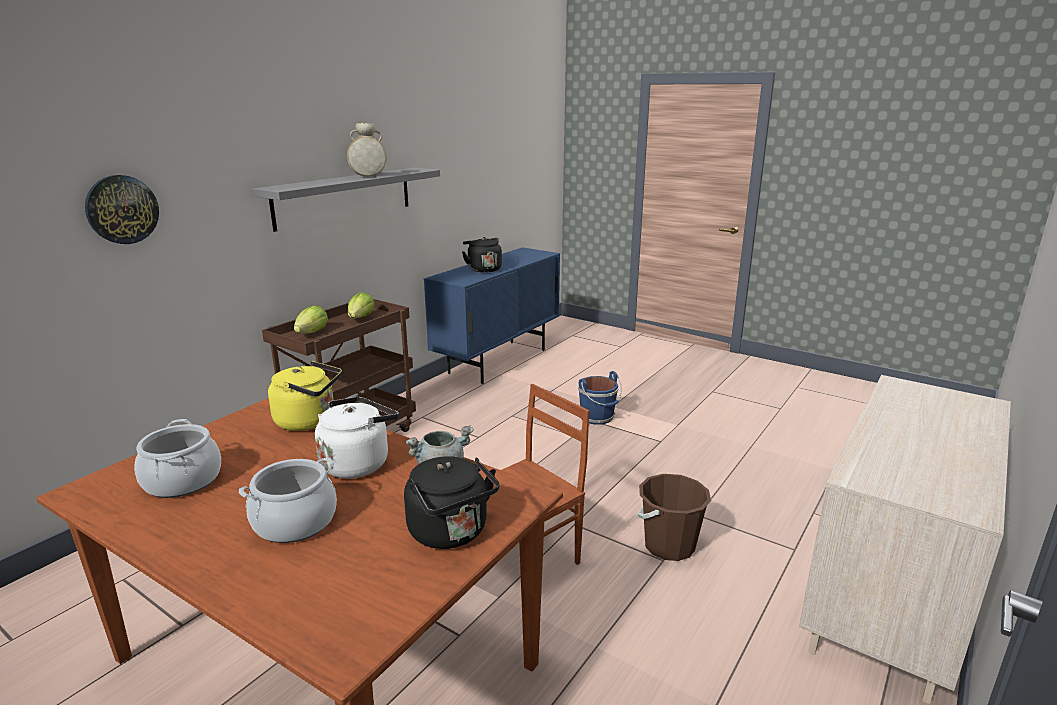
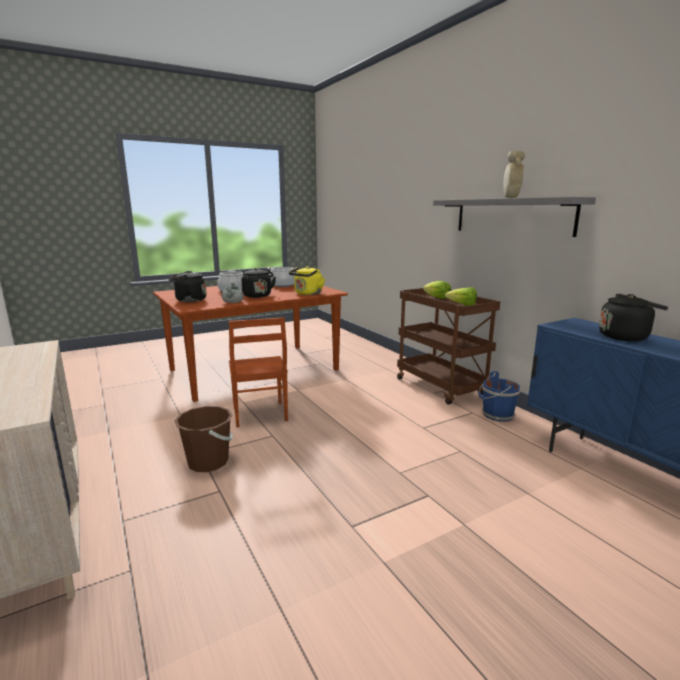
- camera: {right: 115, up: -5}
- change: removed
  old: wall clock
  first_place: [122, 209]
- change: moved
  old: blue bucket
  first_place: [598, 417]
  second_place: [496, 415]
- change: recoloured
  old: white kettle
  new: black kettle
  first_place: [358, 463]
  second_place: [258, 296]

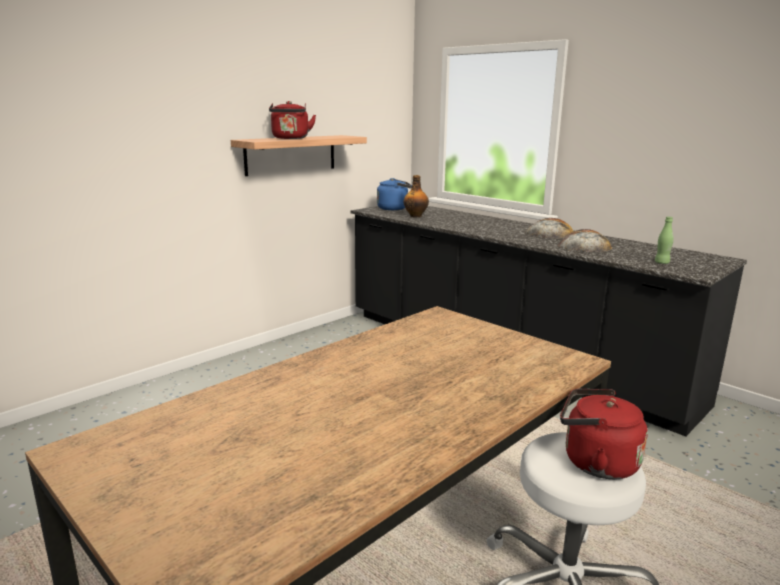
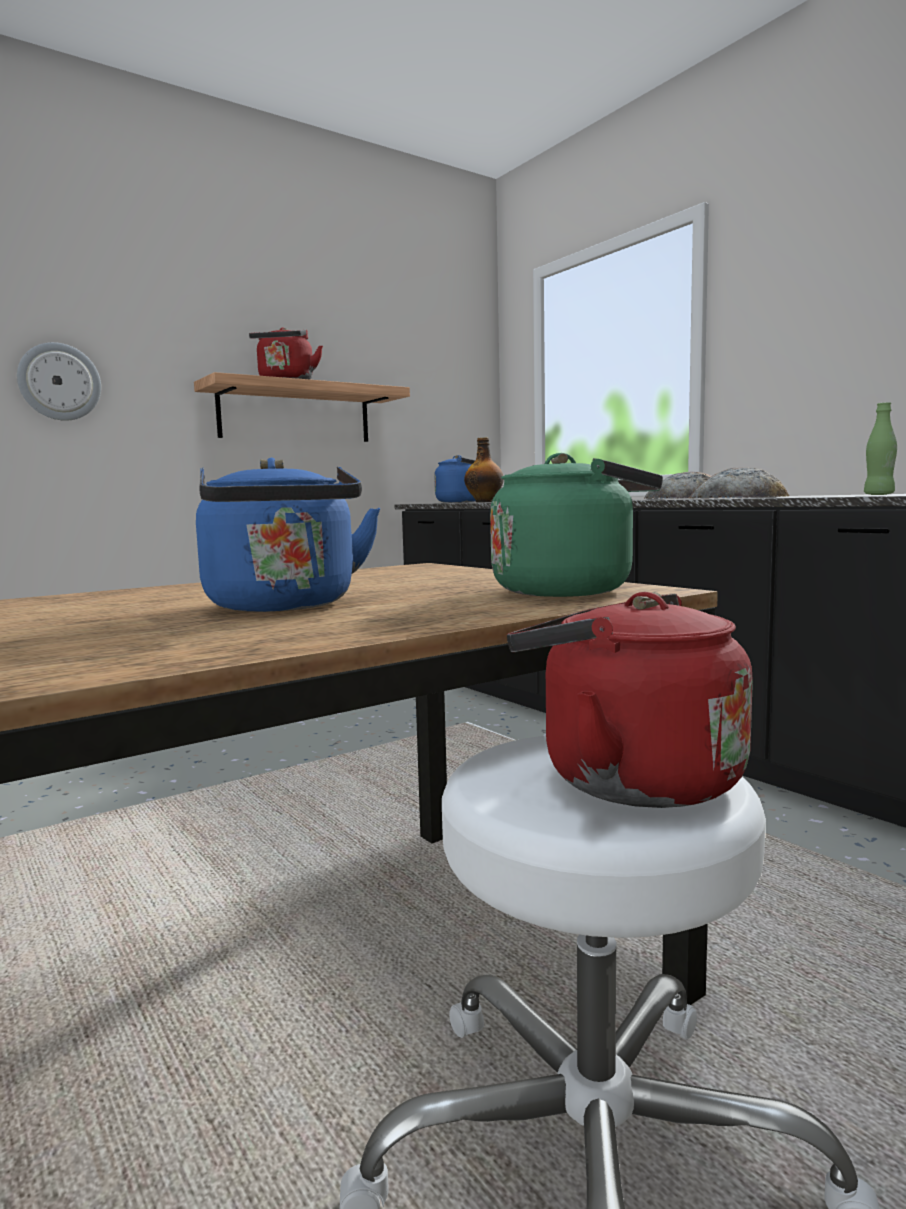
- camera: {right: 10, up: -10}
- change: added
  new: wall clock
  second_place: [59, 382]
- change: added
  new: green kettle
  second_place: [569, 590]
- change: added
  new: blue kettle
  second_place: [284, 607]

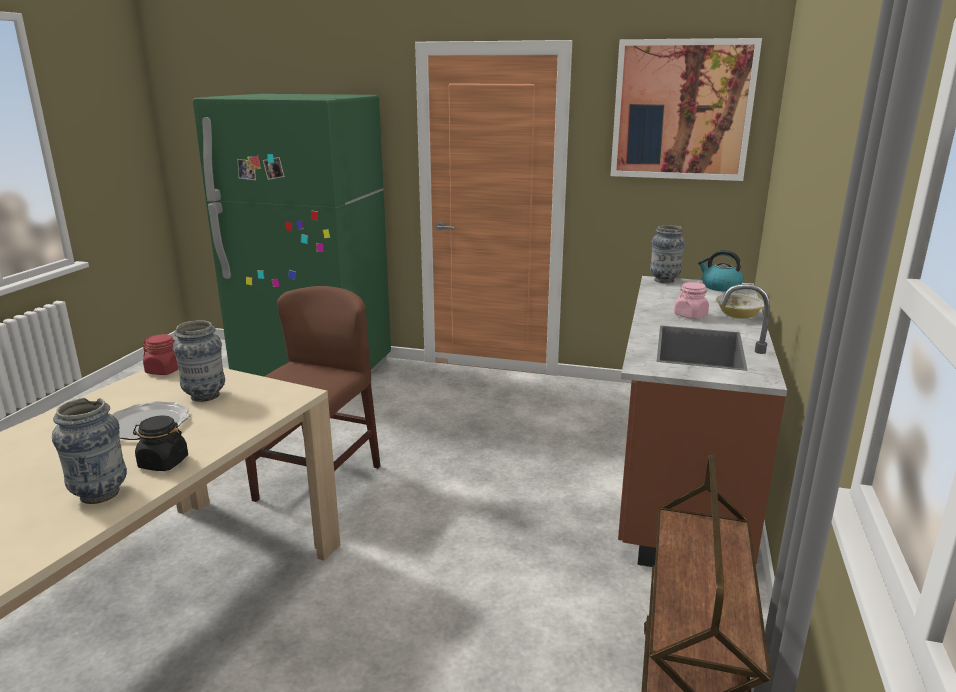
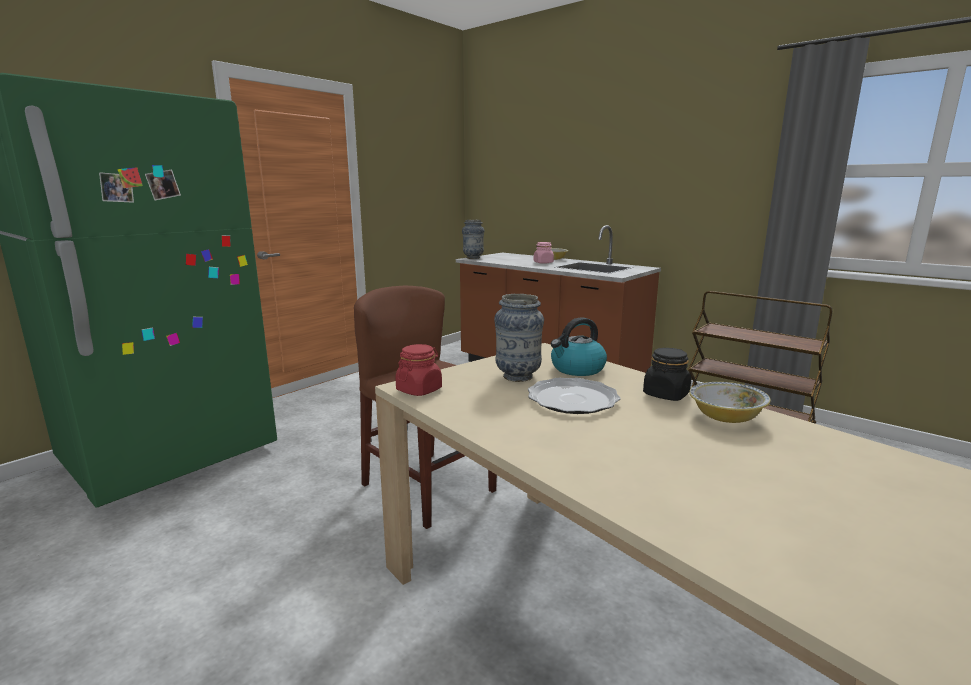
- camera: {right: -65, up: -5}
- change: removed
  old: picture
  first_place: [682, 110]
- change: moved
  old: kettle
  first_place: [720, 287]
  second_place: [577, 369]
- change: replaced
  old: vase
  new: bowl
  first_place: [100, 494]
  second_place: [725, 417]

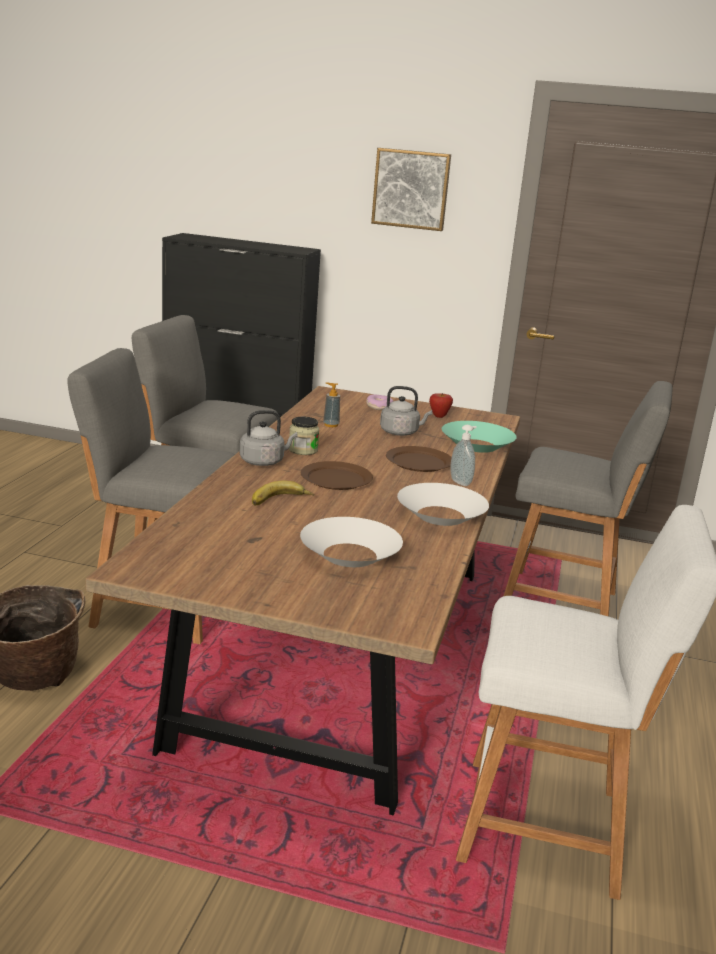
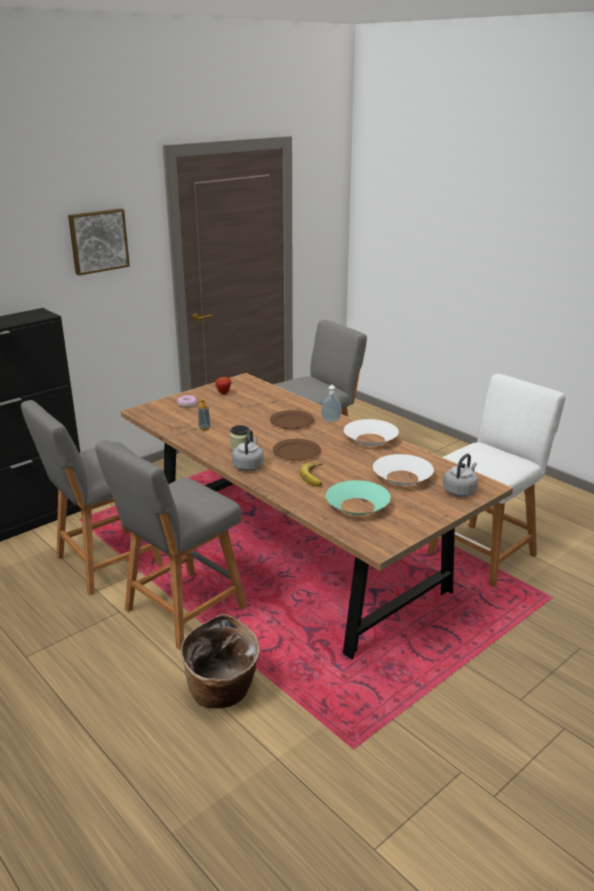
- camera: {right: -55, up: 5}
- change: moved
  old: grey kettle
  first_place: [401, 433]
  second_place: [460, 491]
- change: moved
  old: turquoise bowl
  first_place: [477, 445]
  second_place: [357, 506]

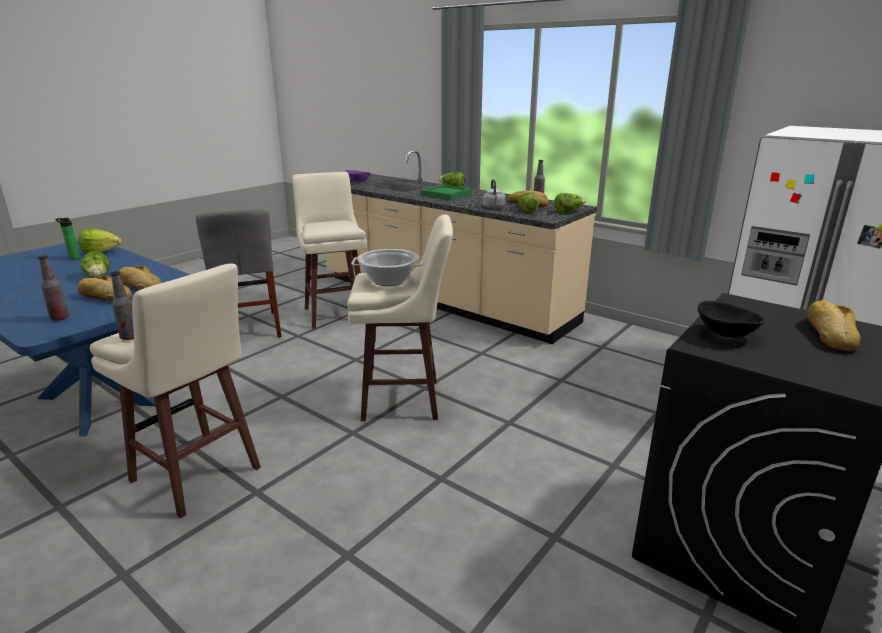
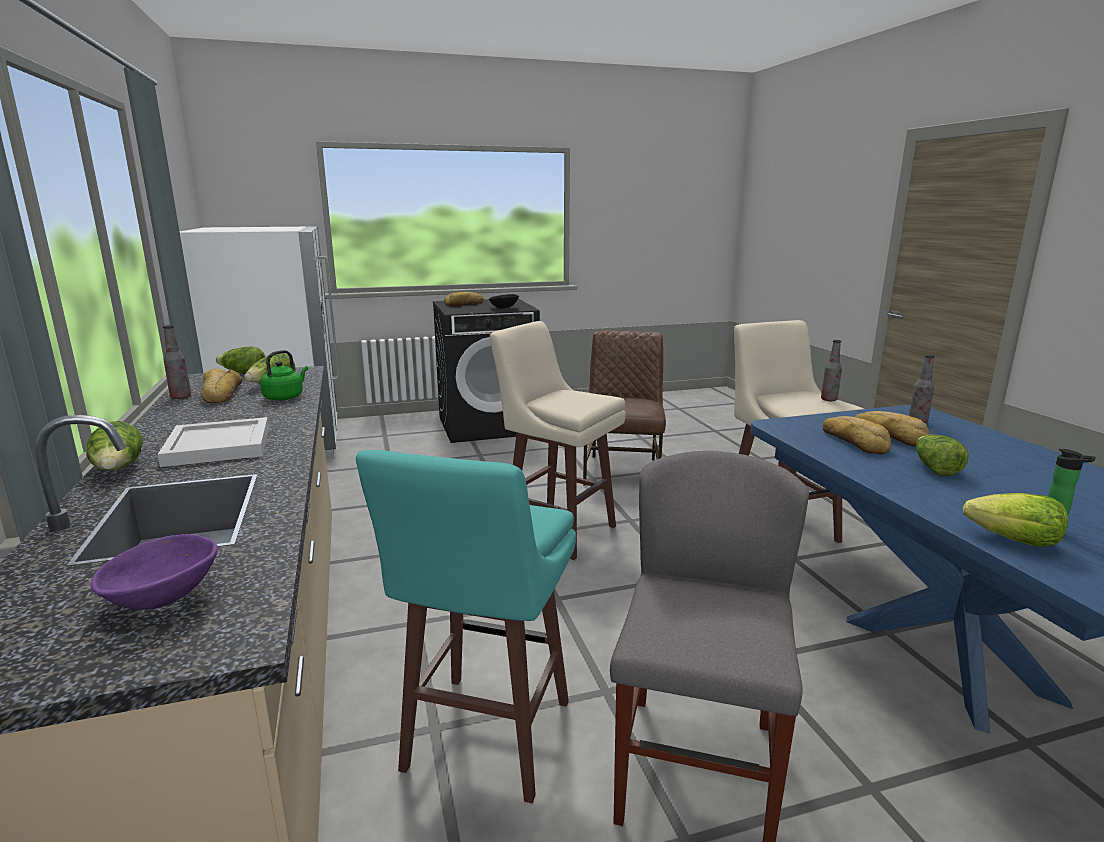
- camera: {right: -145, up: -5}
- change: recoloured
  old: beige stool
  new: turquoise stool
  first_place: [336, 313]
  second_place: [485, 738]
- change: recoloured
  old: grey kettle
  new: green kettle
  first_place: [493, 207]
  second_place: [285, 397]
- change: recoloured
  old: green tray
  new: white tray
  first_place: [445, 194]
  second_place: [220, 446]
- change: removed
  old: cooking pot
  first_place: [389, 280]
- change: added
  new: brown chair
  second_place: [622, 471]

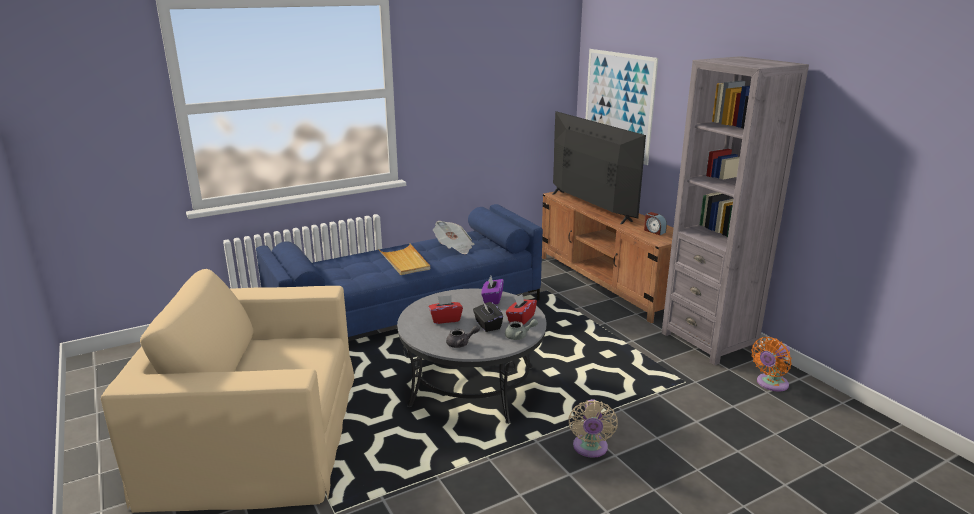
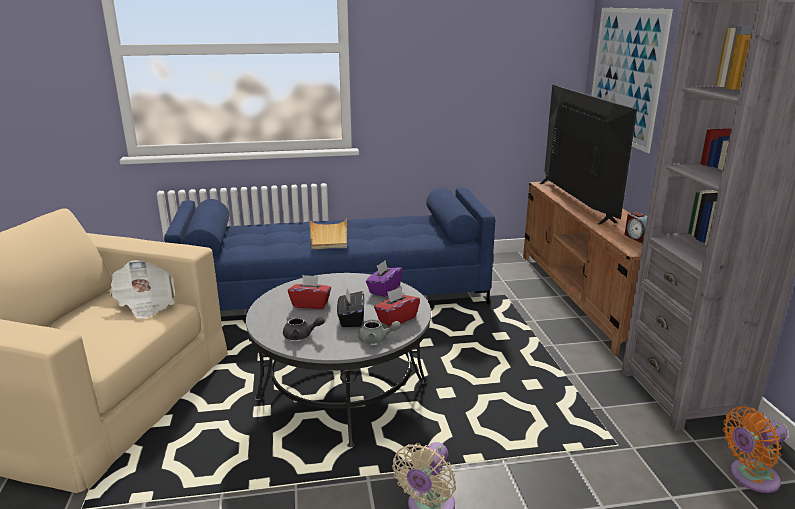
- camera: {right: 20, up: 0}
- change: moved
  old: newspaper
  first_place: [454, 247]
  second_place: [146, 304]

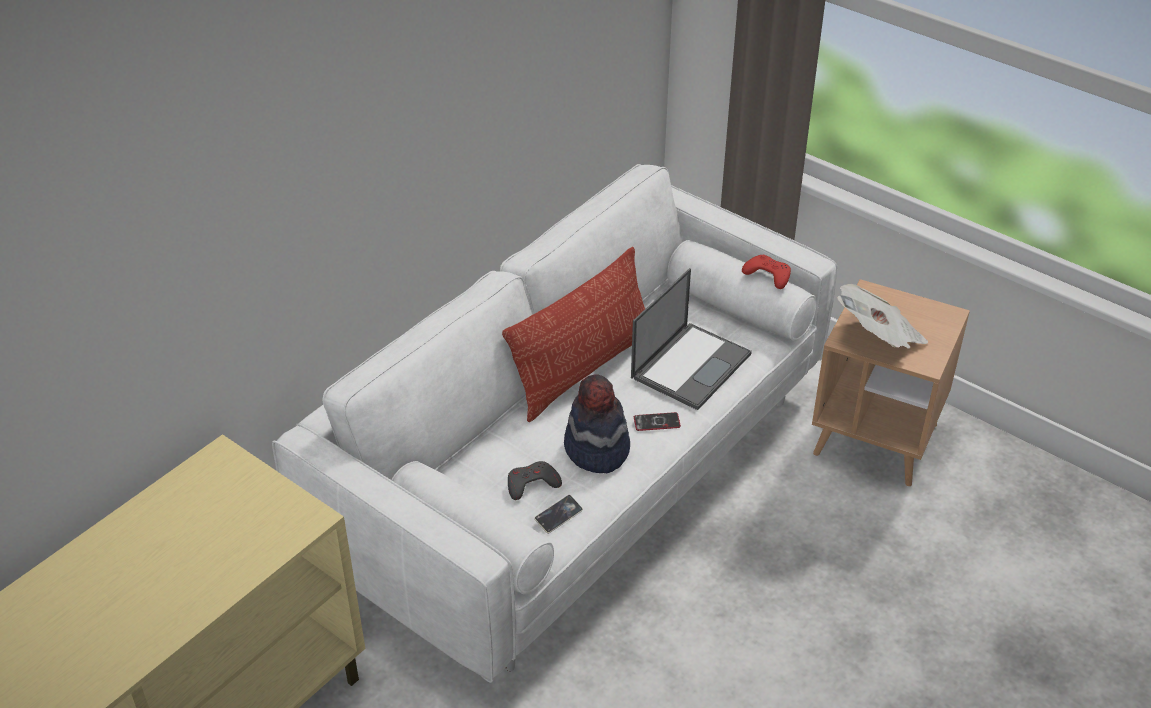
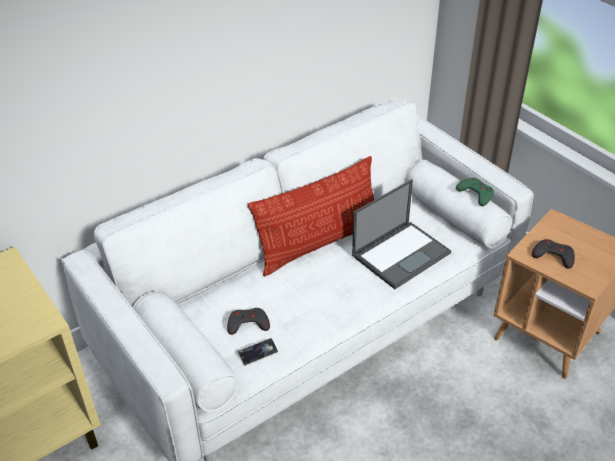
- camera: {right: 15, up: 0}
- change: recoloured
  old: red game controller
  new: green game controller
  first_place: [767, 275]
  second_place: [475, 194]
- change: replaced
  old: newspaper
  new: grey game controller
  first_place: [879, 337]
  second_place: [553, 256]
- change: removed
  old: hat
  first_place: [596, 449]
- change: removed
  old: phone
  first_place: [657, 422]

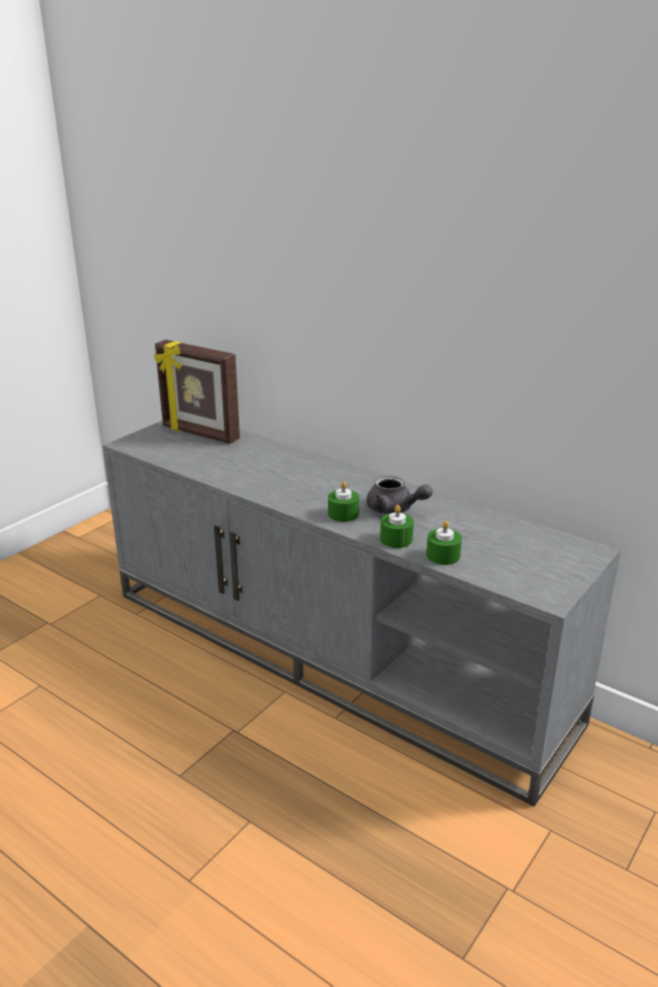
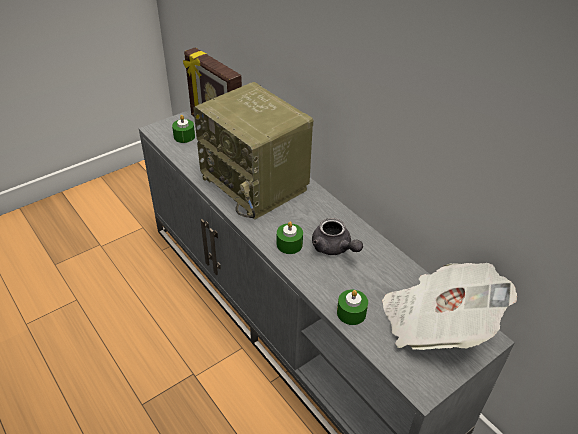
- camera: {right: 15, up: 15}
- change: moved
  old: green candle
  first_place: [396, 539]
  second_place: [184, 136]
- change: added
  new: radio
  second_place: [256, 183]
- change: added
  new: newspaper
  second_place: [436, 323]

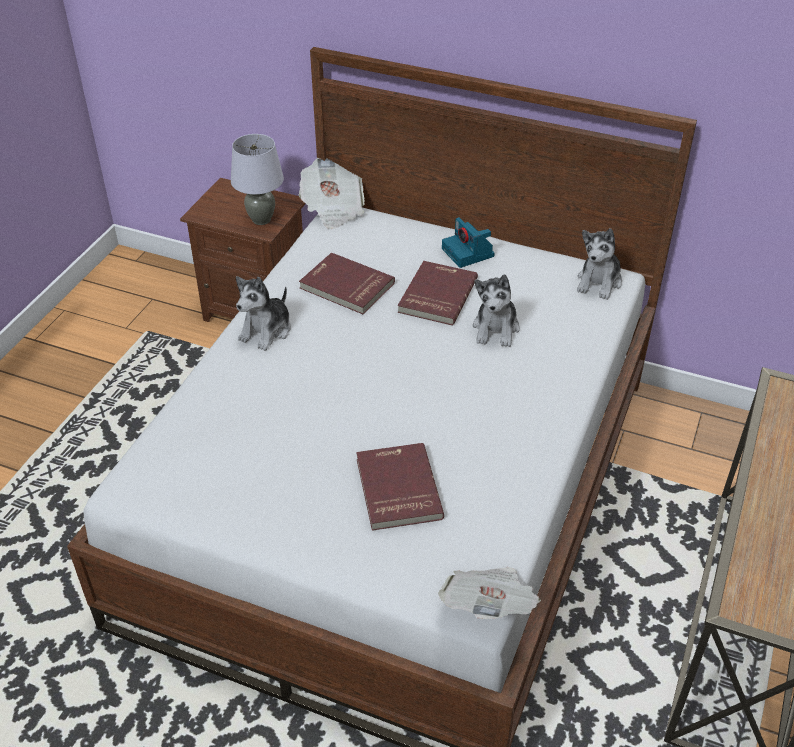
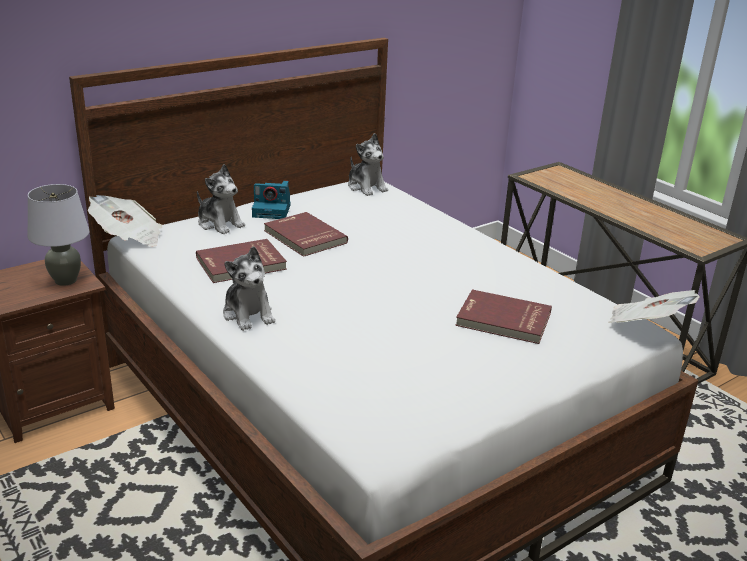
- camera: {right: -60, up: -15}
- change: moved
  old: plush toy
  first_place: [496, 328]
  second_place: [220, 224]

